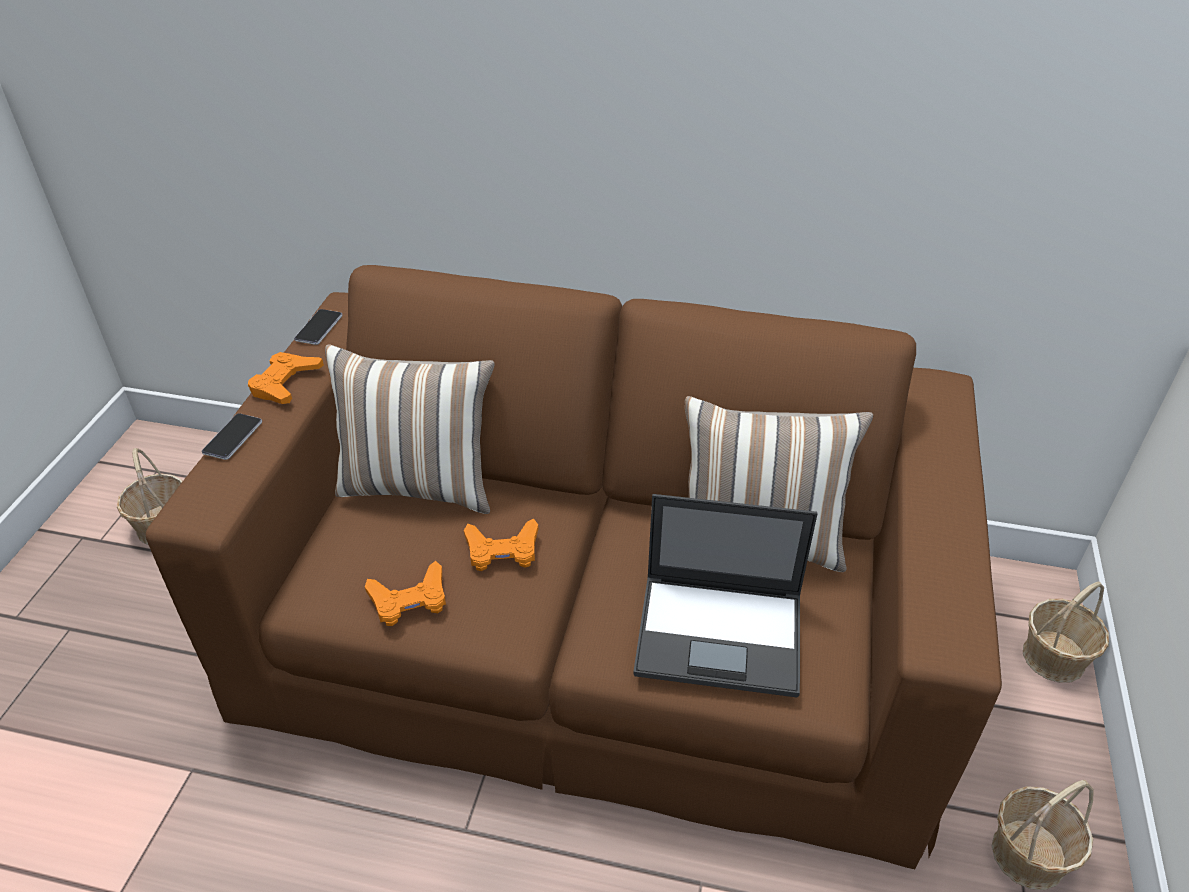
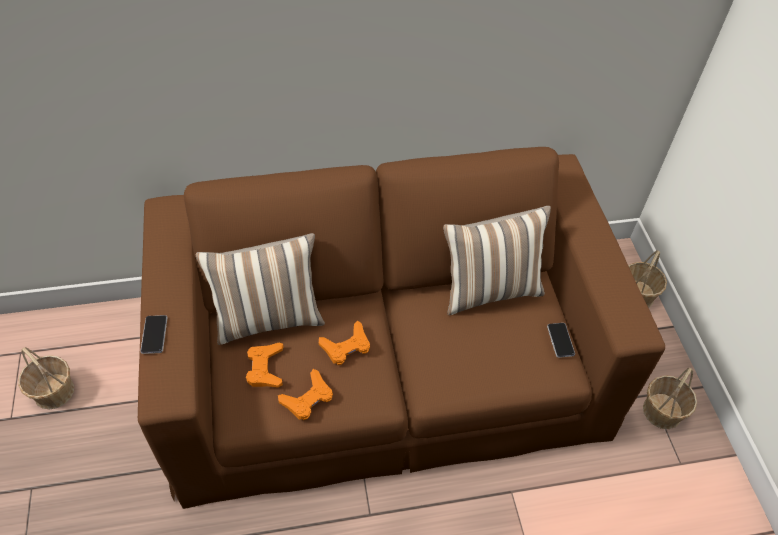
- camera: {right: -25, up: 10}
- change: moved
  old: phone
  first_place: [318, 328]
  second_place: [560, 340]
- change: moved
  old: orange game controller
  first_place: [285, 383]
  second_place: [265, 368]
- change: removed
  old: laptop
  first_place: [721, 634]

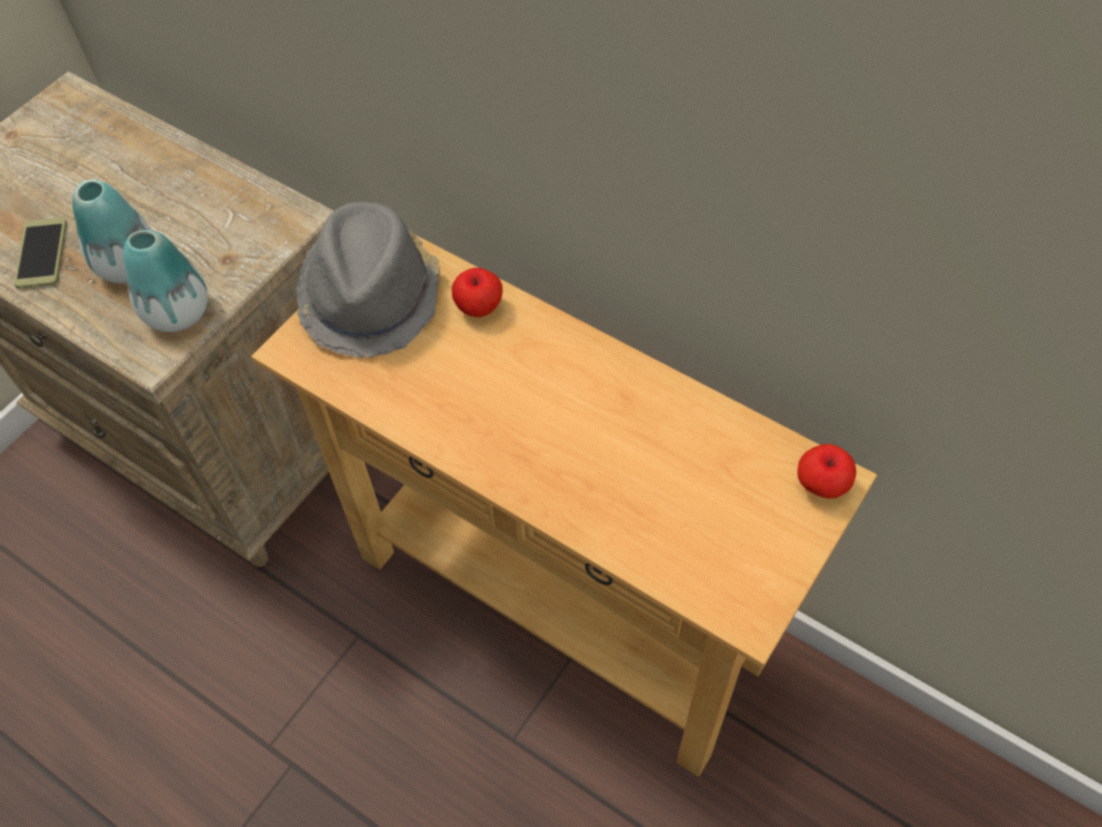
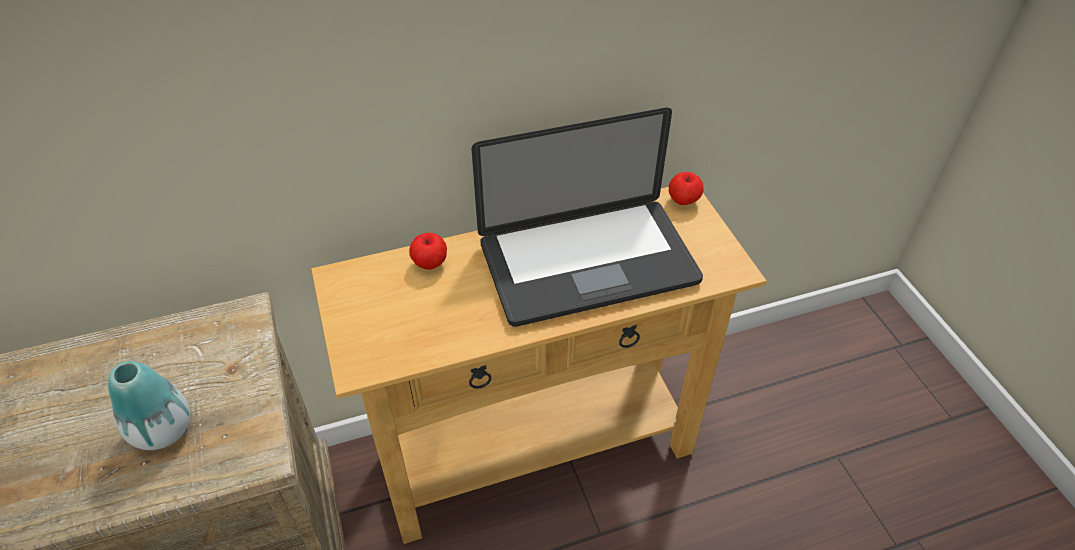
- camera: {right: -55, up: -10}
- change: removed
  old: grey hat
  first_place: [372, 296]
- change: removed
  old: phone
  first_place: [42, 254]
- change: removed
  old: vase
  first_place: [178, 313]
- change: added
  new: laptop
  second_place: [588, 263]

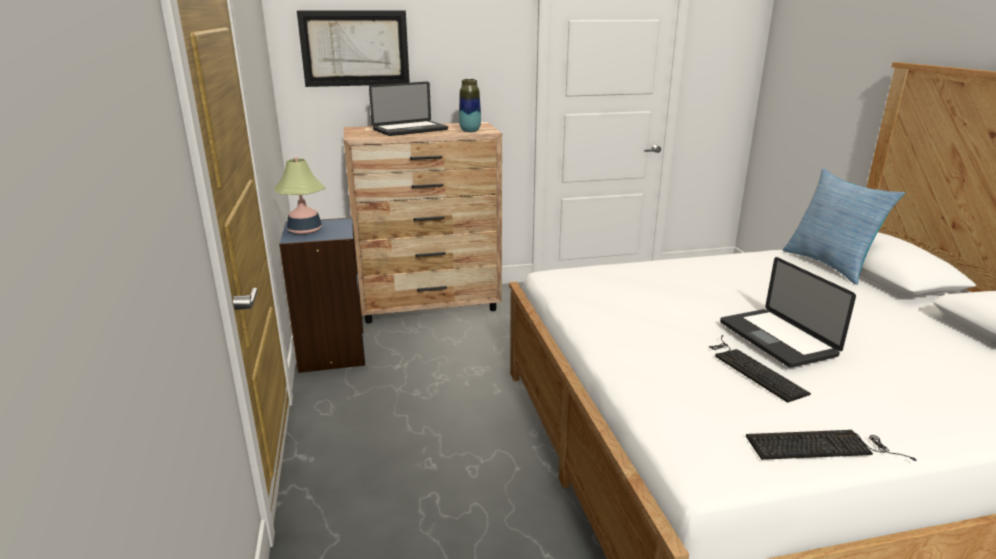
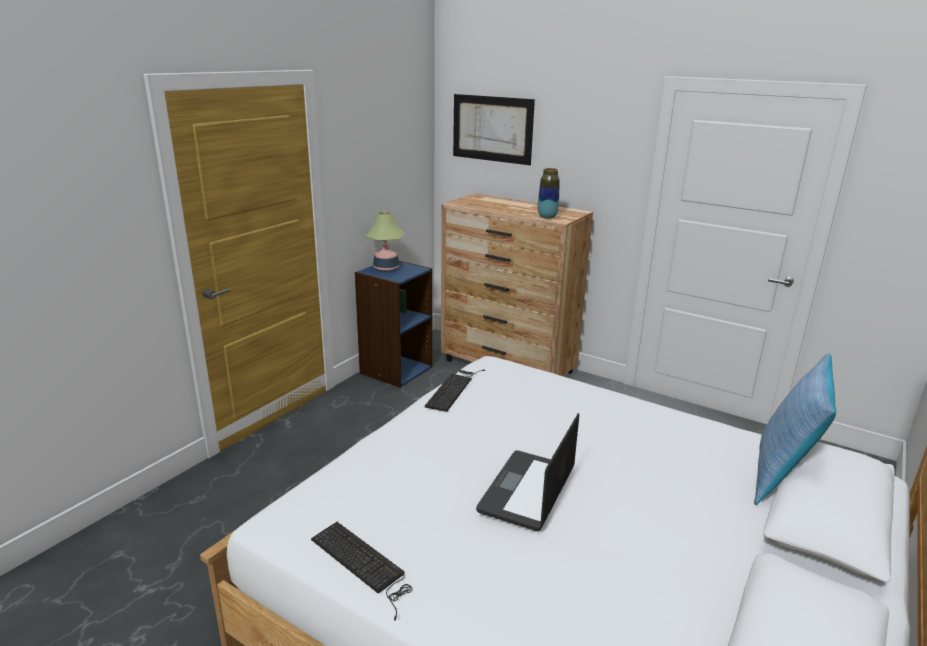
- camera: {right: 45, up: 0}
- change: removed
  old: laptop
  first_place: [410, 130]
- change: moved
  old: keyboard
  first_place: [752, 368]
  second_place: [453, 388]

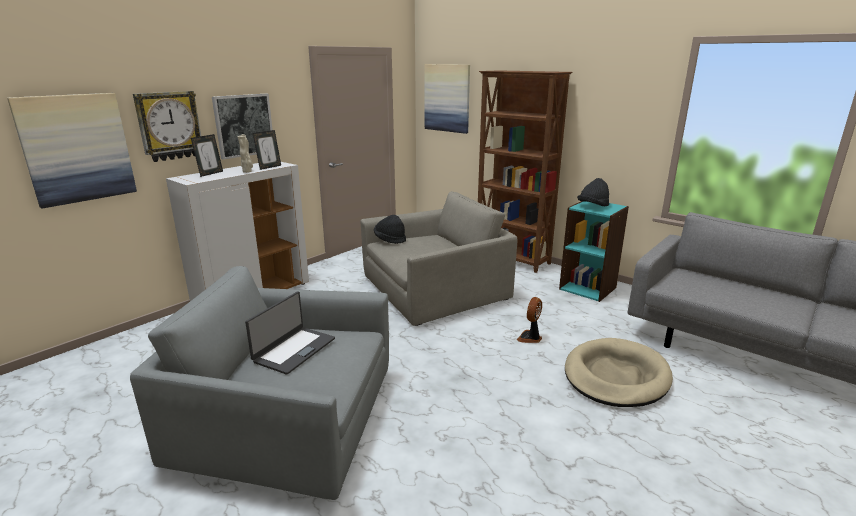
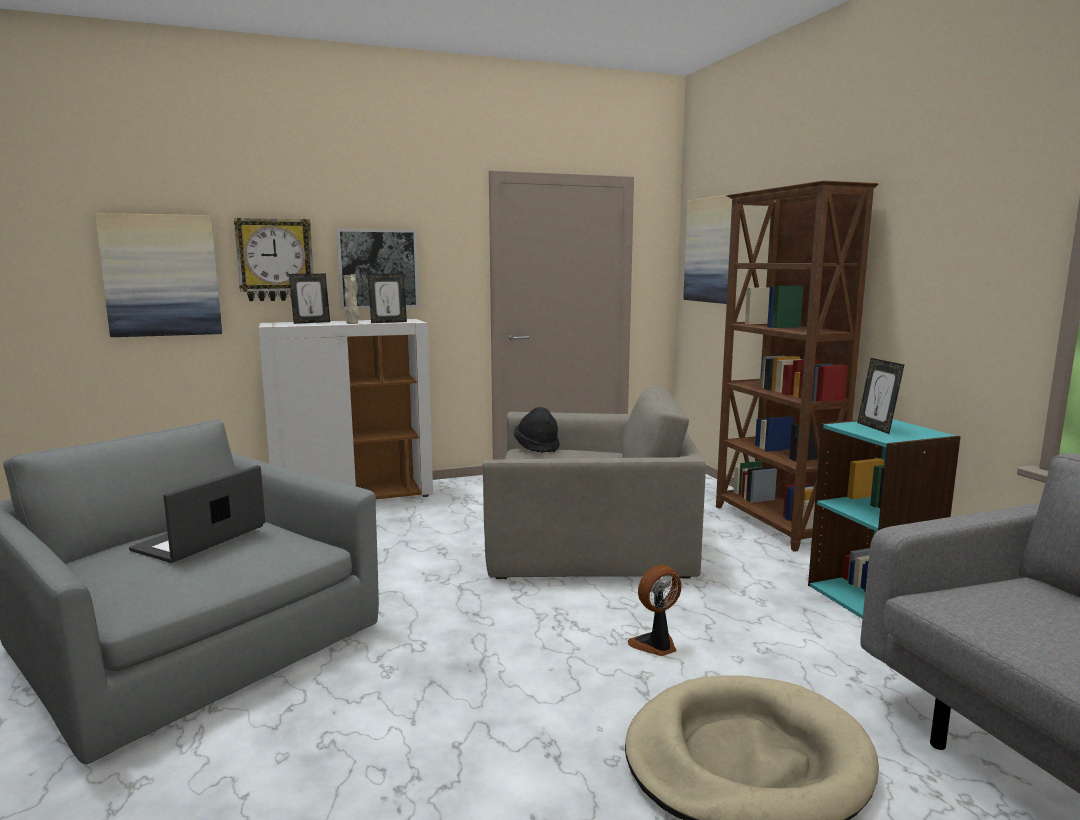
- camera: {right: 30, up: -10}
- change: replaced
  old: black hat
  new: picture frame
  first_place: [593, 206]
  second_place: [876, 428]
- change: turned
  old: laptop
  first_place: [293, 350]
  second_place: [201, 539]
  degrees: 150

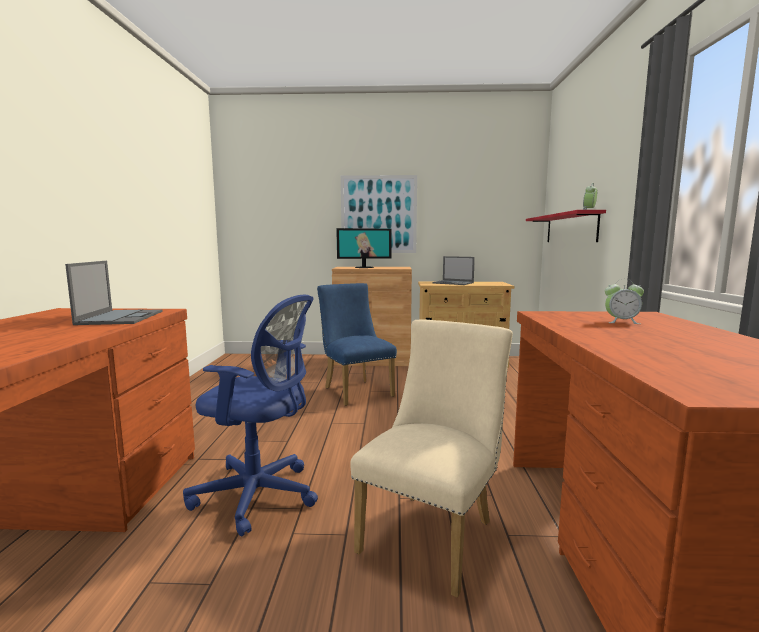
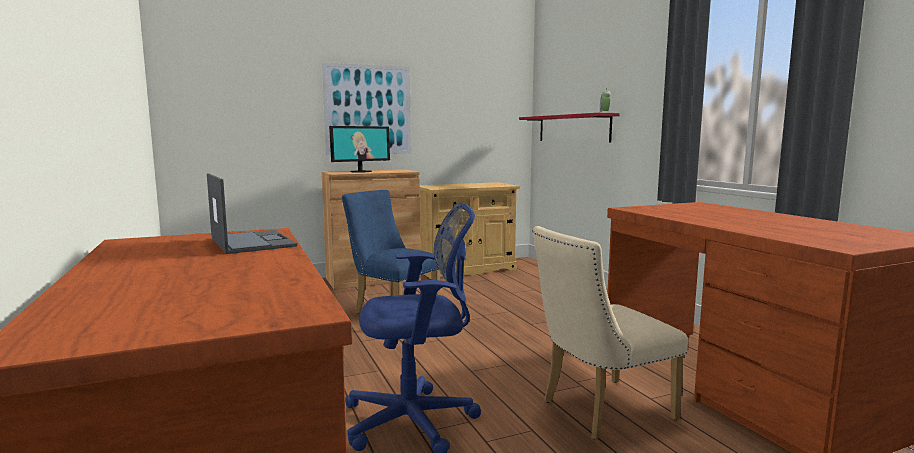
- camera: {right: -25, up: 0}
- change: removed
  old: laptop
  first_place: [453, 283]
- change: removed
  old: alarm clock
  first_place: [621, 322]
- change: turned
  old: beige chair
  first_place: [433, 533]
  second_place: [598, 411]
  degrees: -120

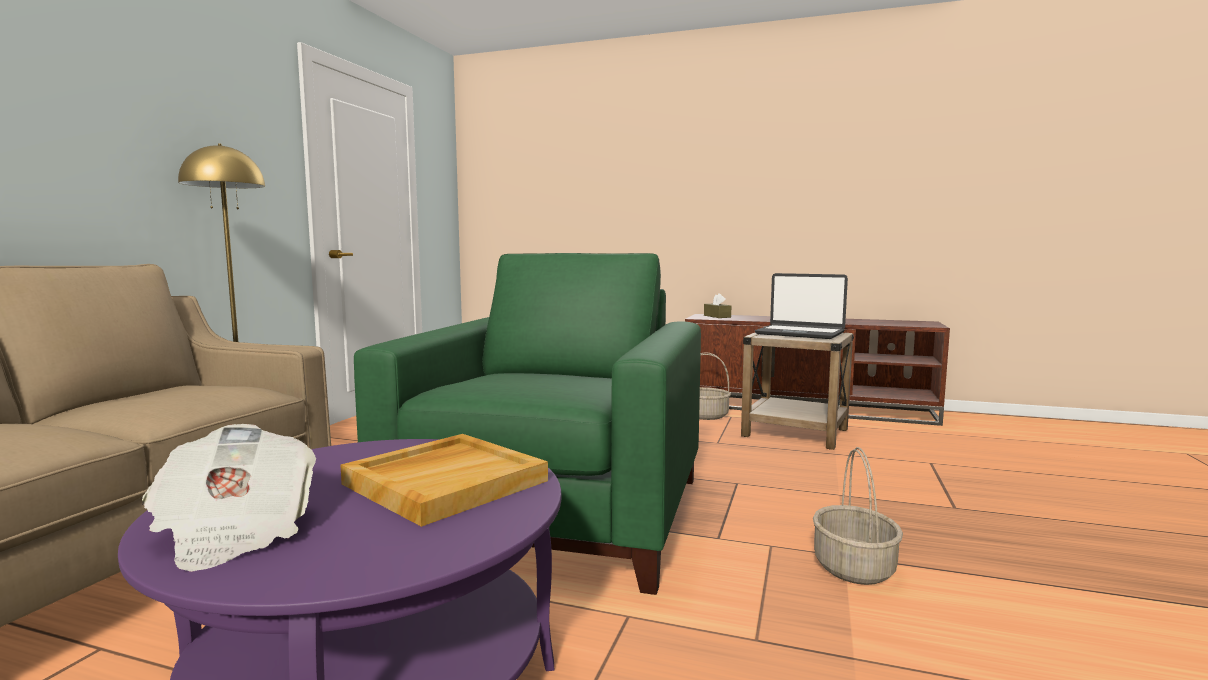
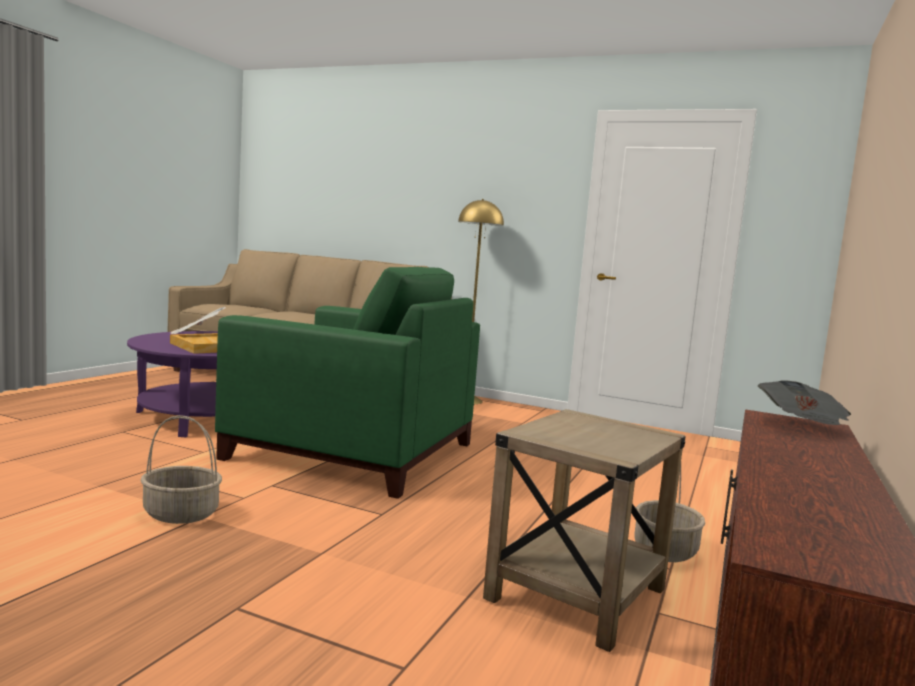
- camera: {right: 95, up: 0}
- change: removed
  old: laptop
  first_place: [800, 333]
- change: replaced
  old: brown tissue box
  new: newspaper
  first_place: [717, 316]
  second_place: [802, 427]

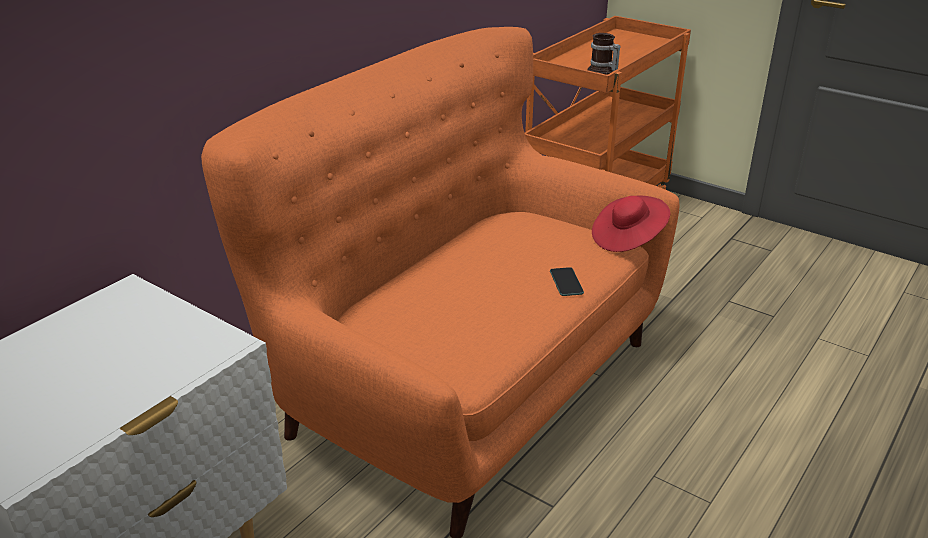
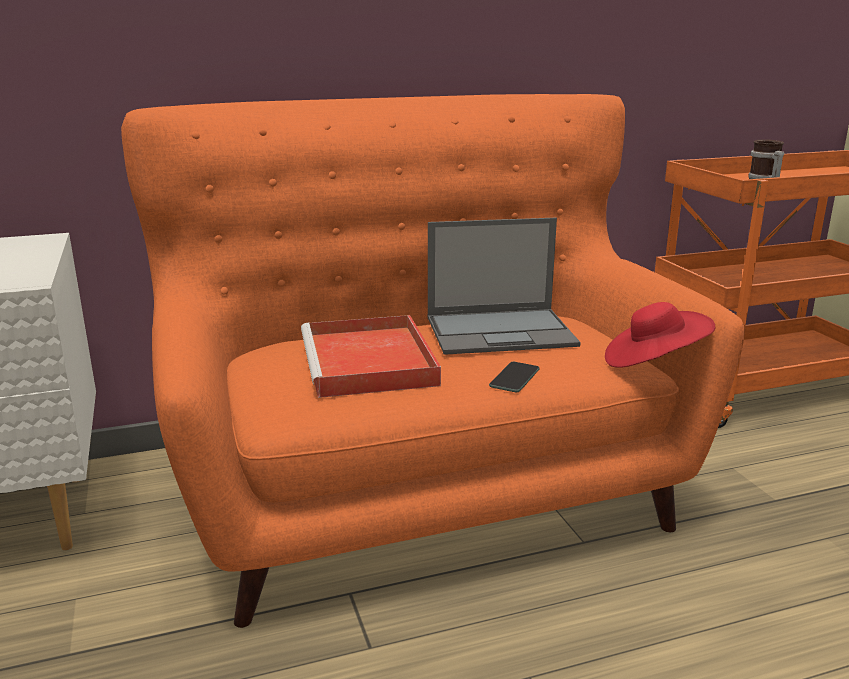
- camera: {right: 35, up: -10}
- change: added
  new: laptop
  second_place: [502, 331]
- change: added
  new: red tray
  second_place: [370, 363]

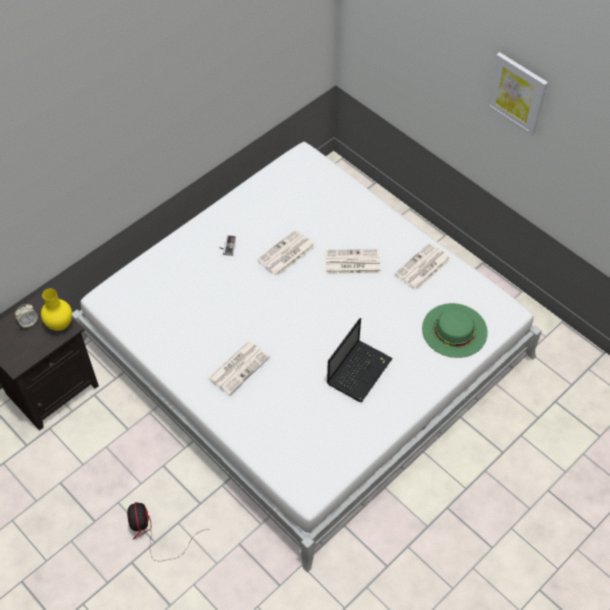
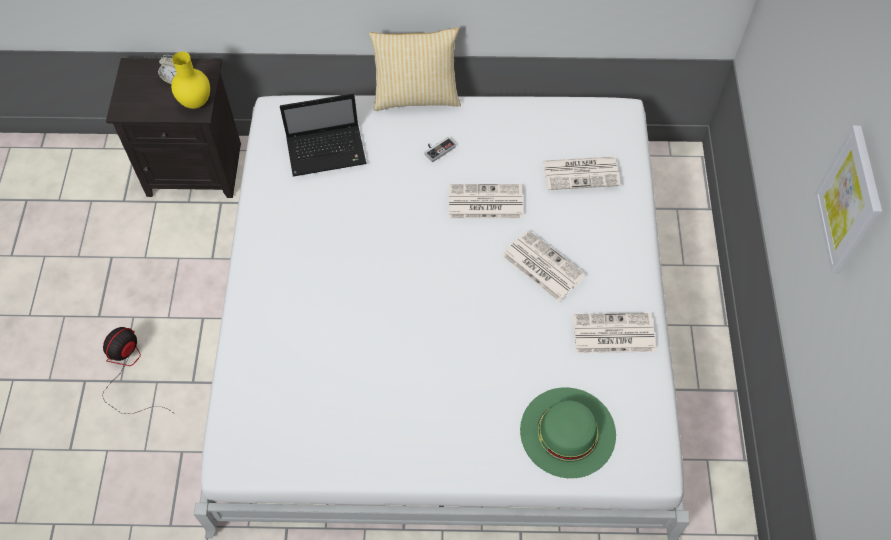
- camera: {right: 45, up: 5}
- change: moved
  old: laptop
  first_place: [359, 370]
  second_place: [328, 151]
- change: moved
  old: newspaper
  first_place: [239, 367]
  second_place: [582, 173]
- change: added
  new: pillow
  second_place: [416, 96]

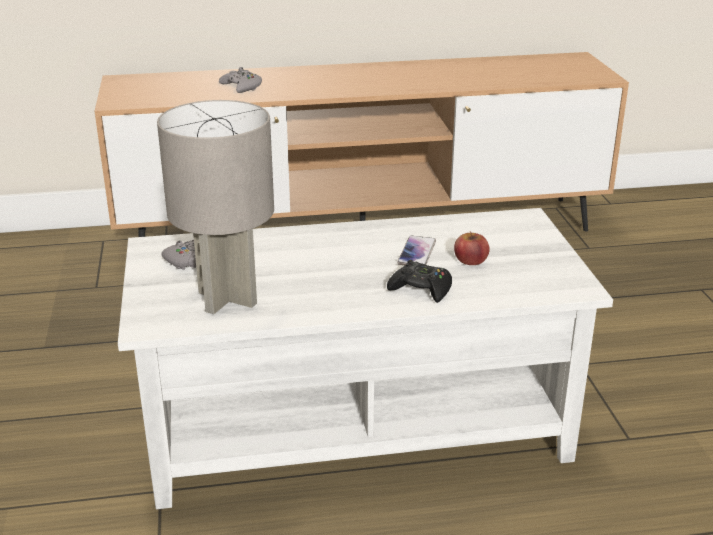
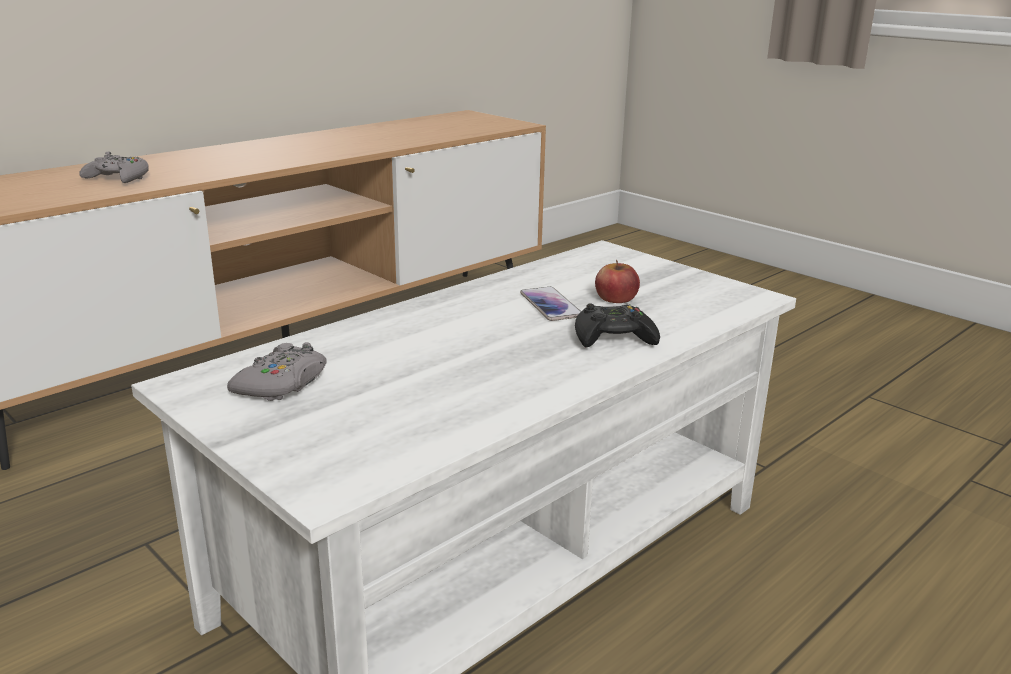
- camera: {right: -35, up: -5}
- change: removed
  old: grey table lamp
  first_place: [227, 299]

